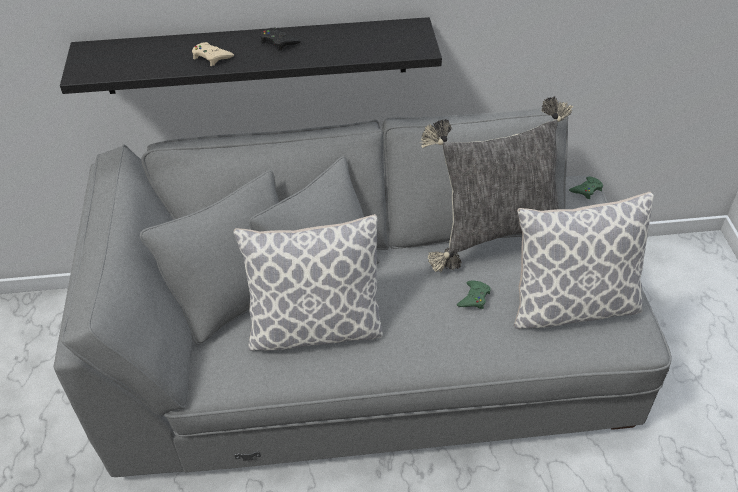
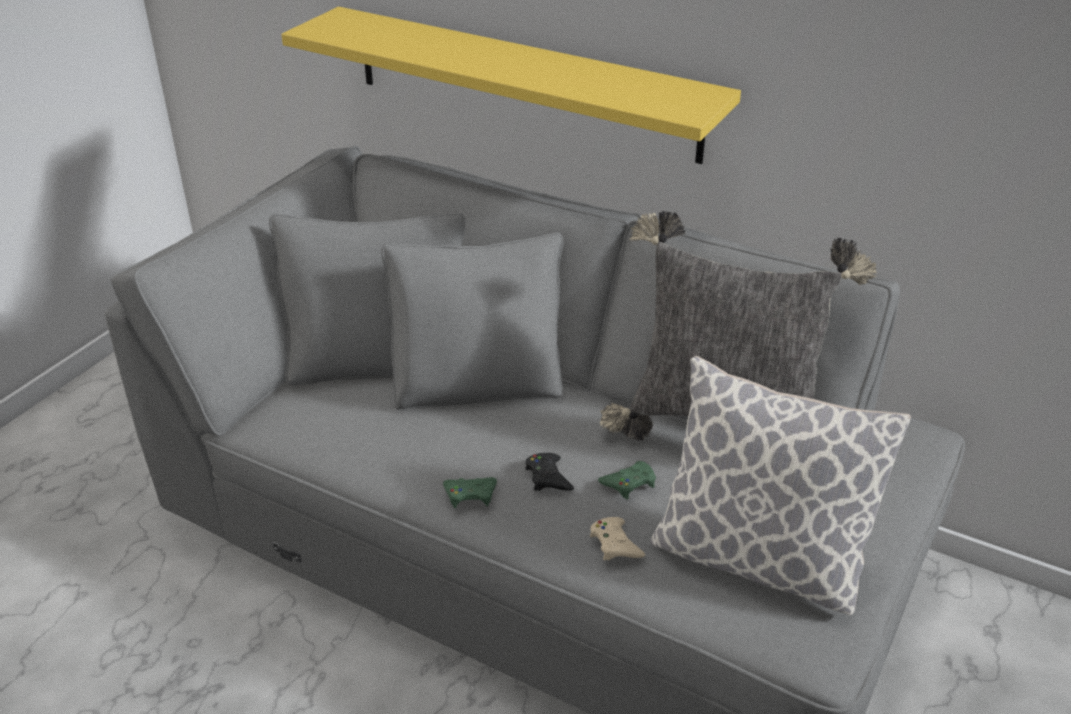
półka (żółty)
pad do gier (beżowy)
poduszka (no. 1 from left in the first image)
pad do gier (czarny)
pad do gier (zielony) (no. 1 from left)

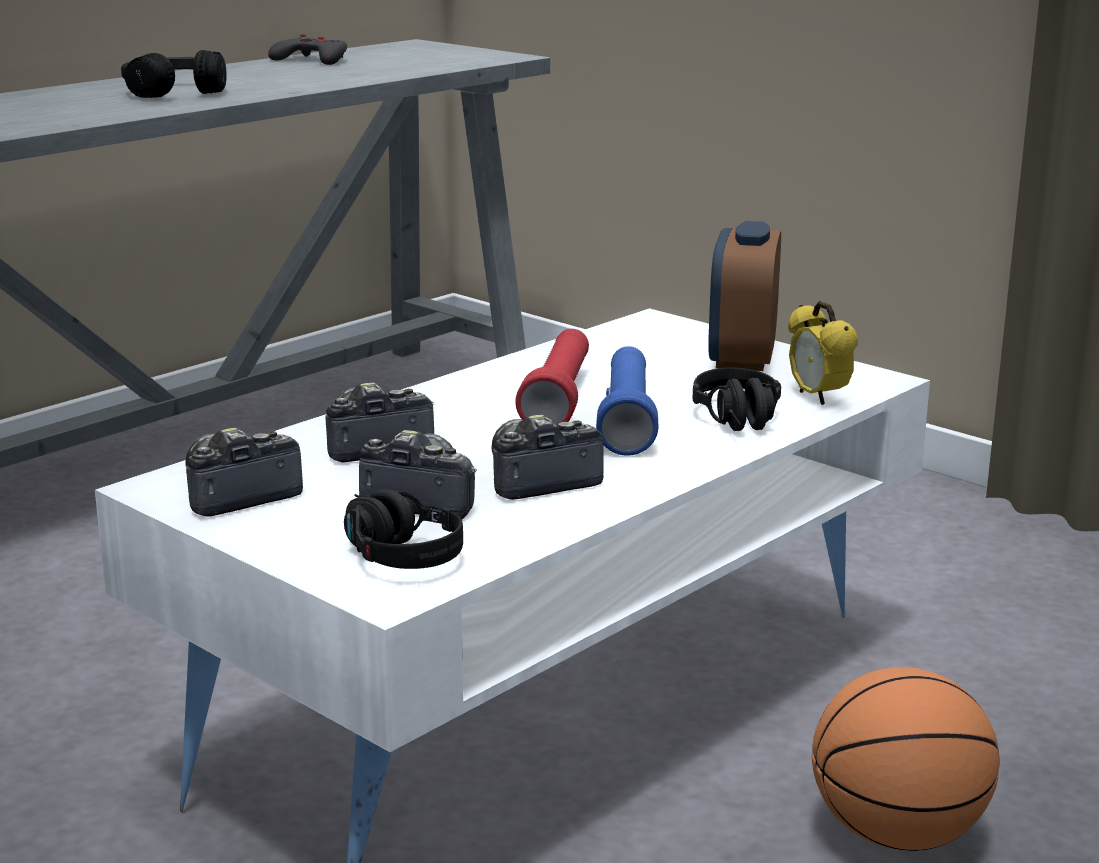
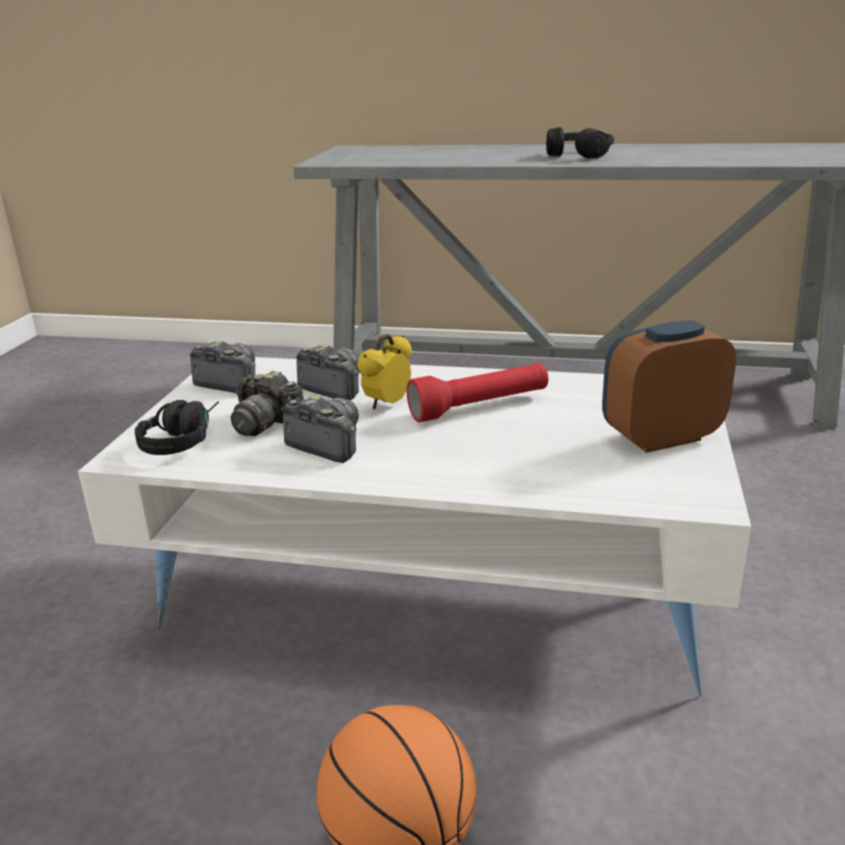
pad do gier (szary)
aparat fotograficzny (no. 2 from left)
latarka (niebieski)
słuchawki (czarny) (no. 3 from left in the first image)
budzik (no. 1 from left)

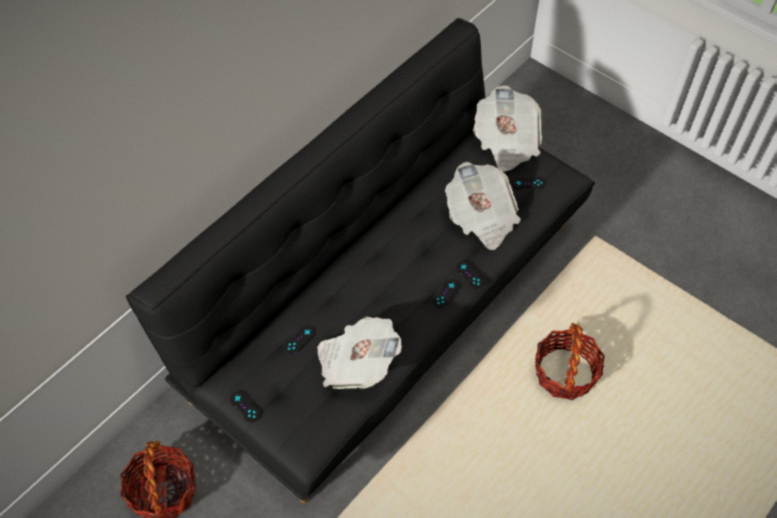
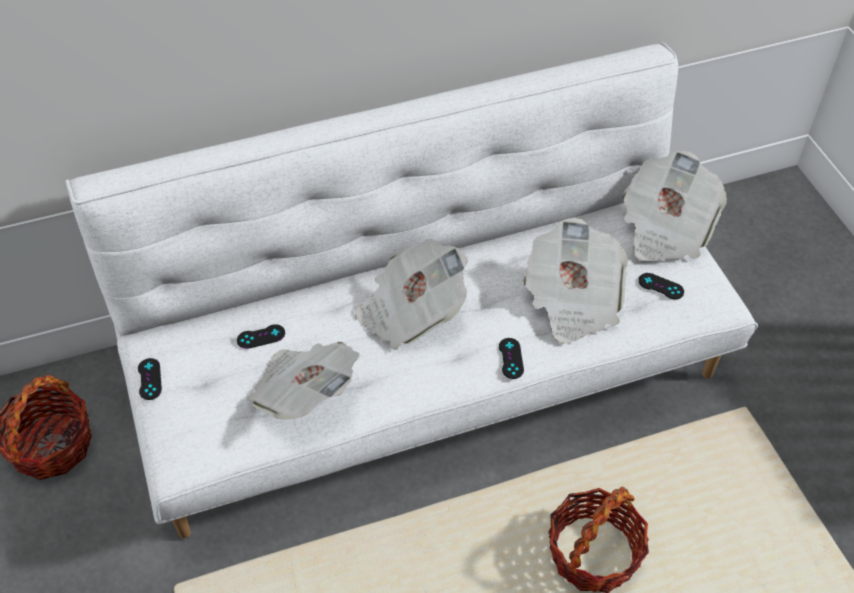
kanapa (biały)
pad do gier (czarny) (no. 3 from left in the first image)
gazeta (no. 2 from left)

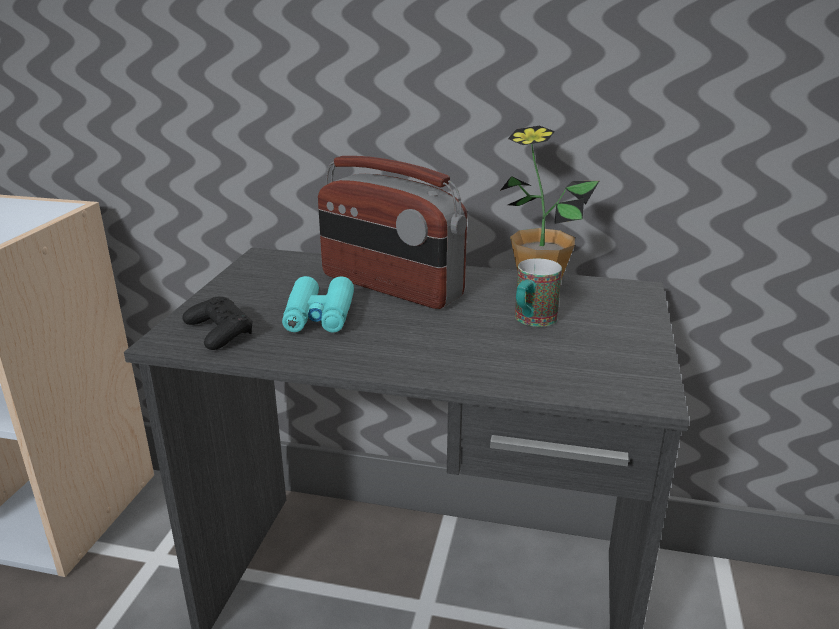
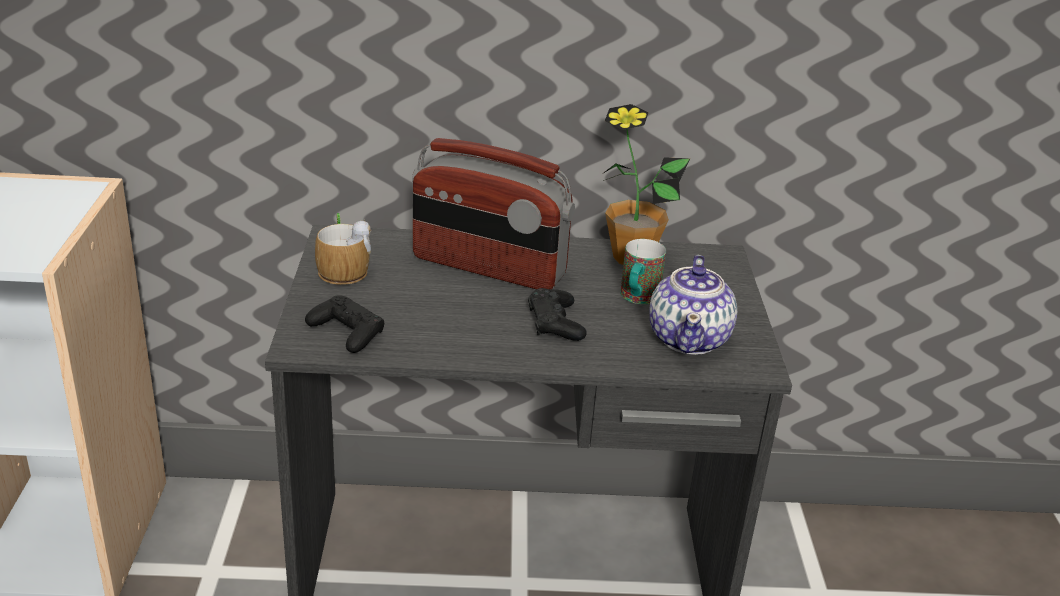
lornetka (turkusowy)
kubek (no. 1 from left)
pad do gier (czarny) (no. 2 from left)
imbryk

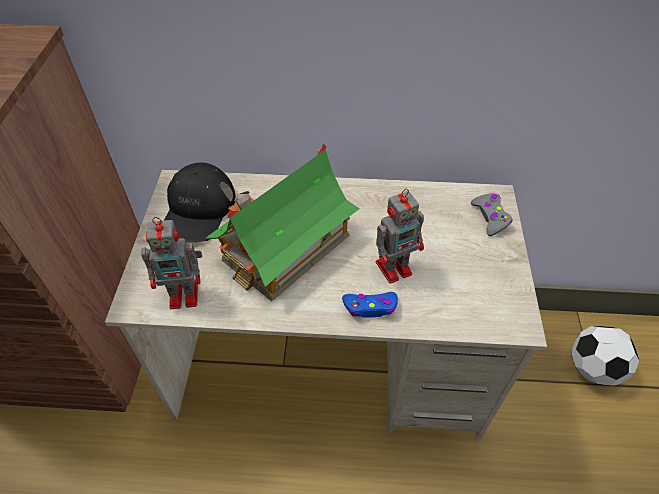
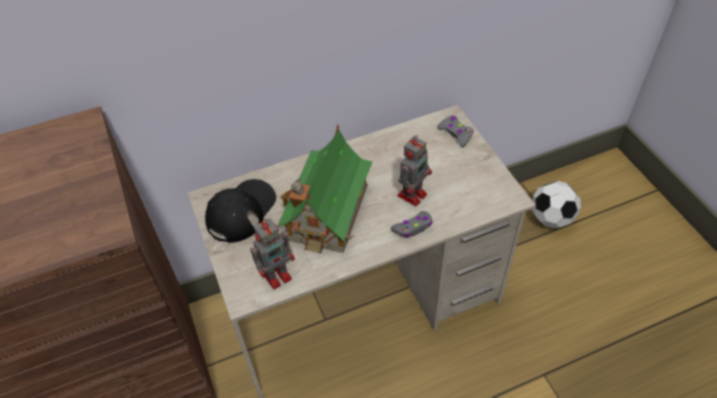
czapka z daszkiem (czarny)
pad do gier (szary) (no. 1 from left)

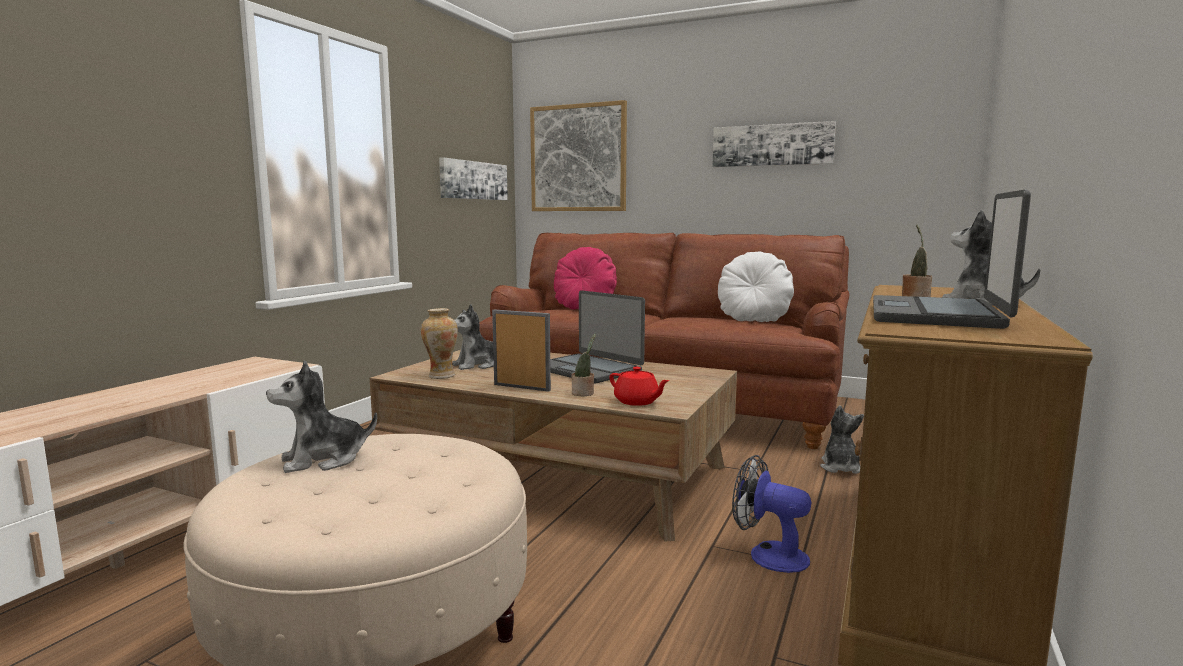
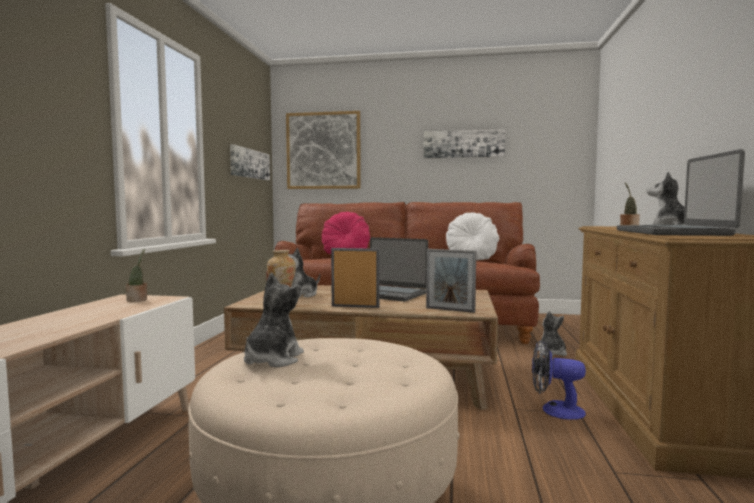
pluszak (no. 1 from left)
roślina doniczkowa (no. 1 from left)
ramka na zdjęcie (no. 2 from left)

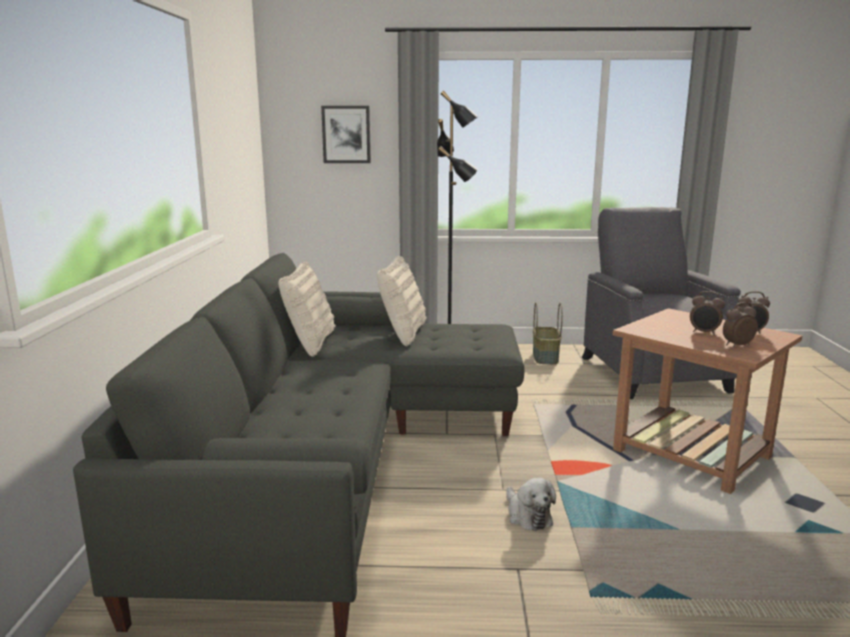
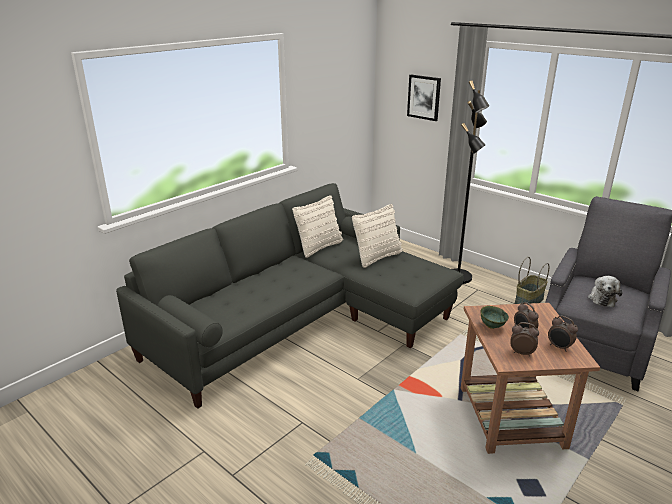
pluszak
miska (zielony)

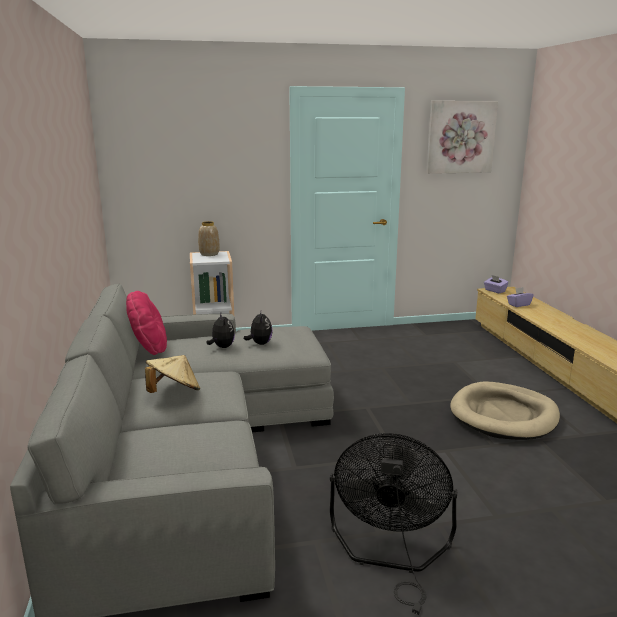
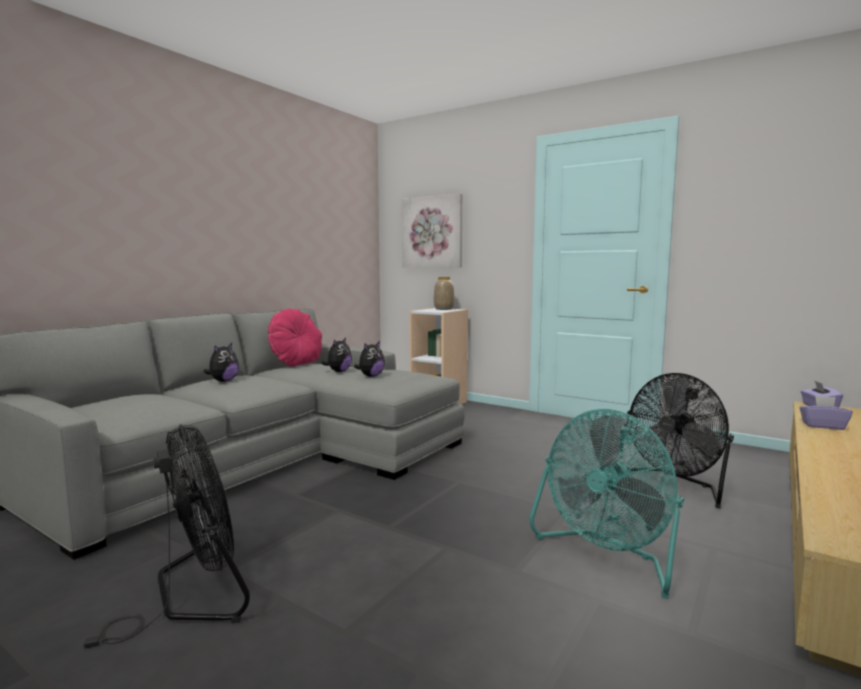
pluszak (no. 1 from left)
obraz
wentylator (turkusowy)
wentylator (czarny) (no. 2 from left)

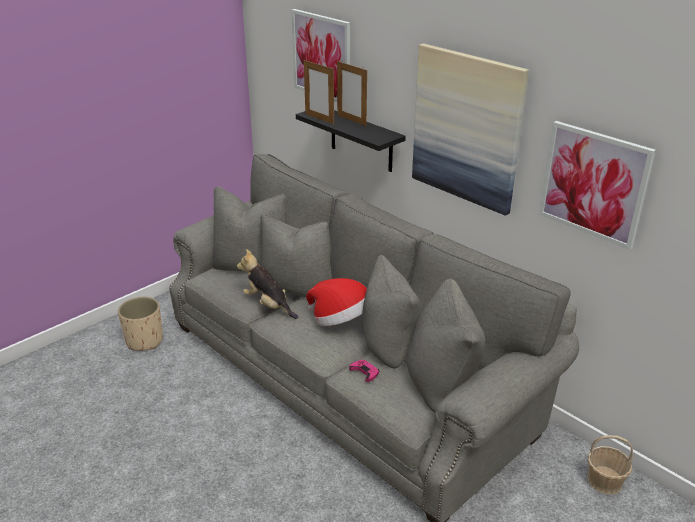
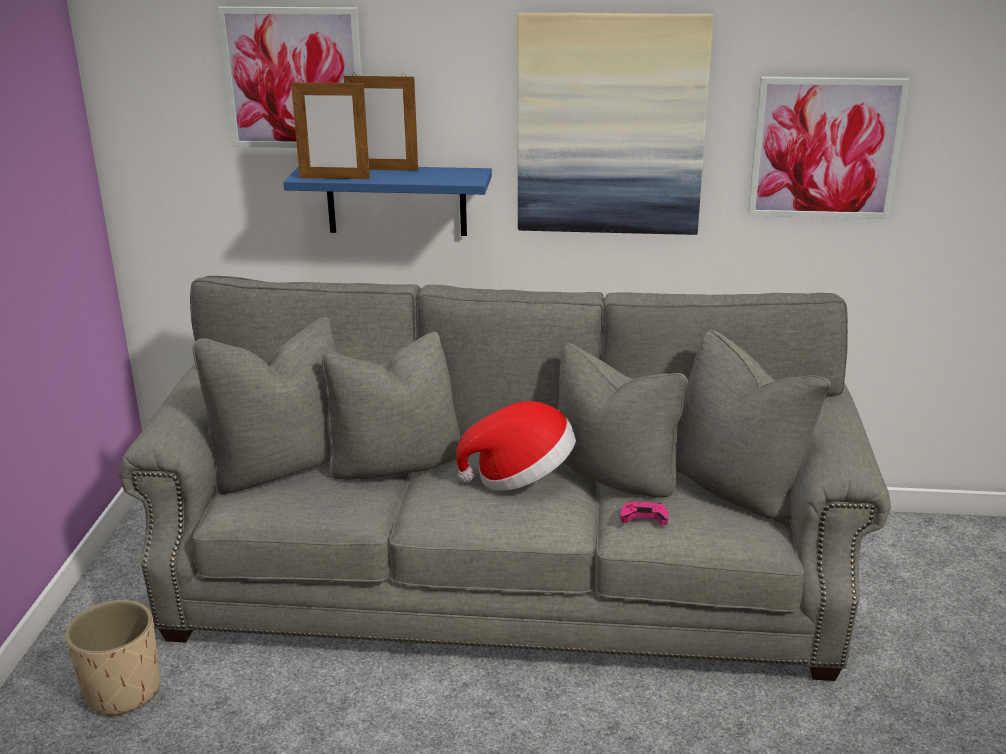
pluszak
półka (niebieski)
koszyk

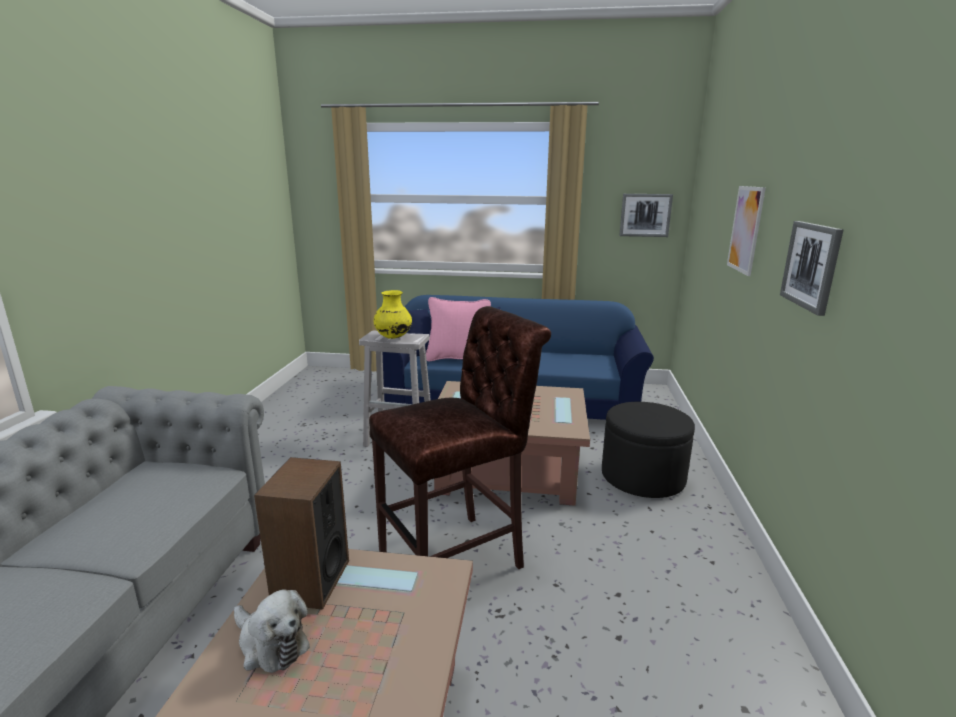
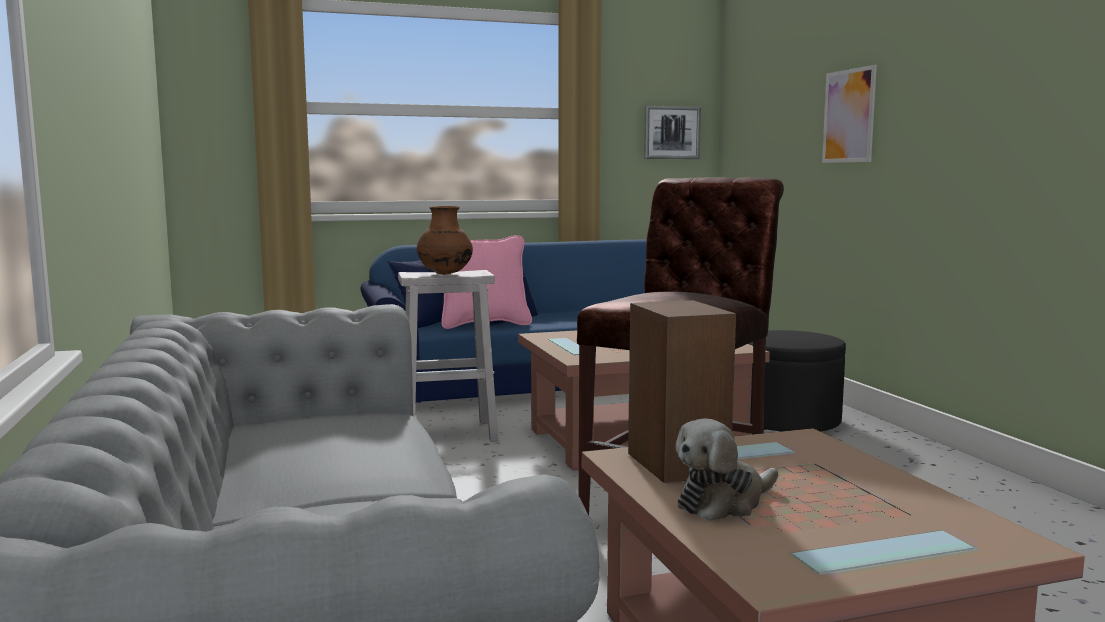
pluszak
wazon (brązowy)
obraz (no. 3 from left in the first image)

